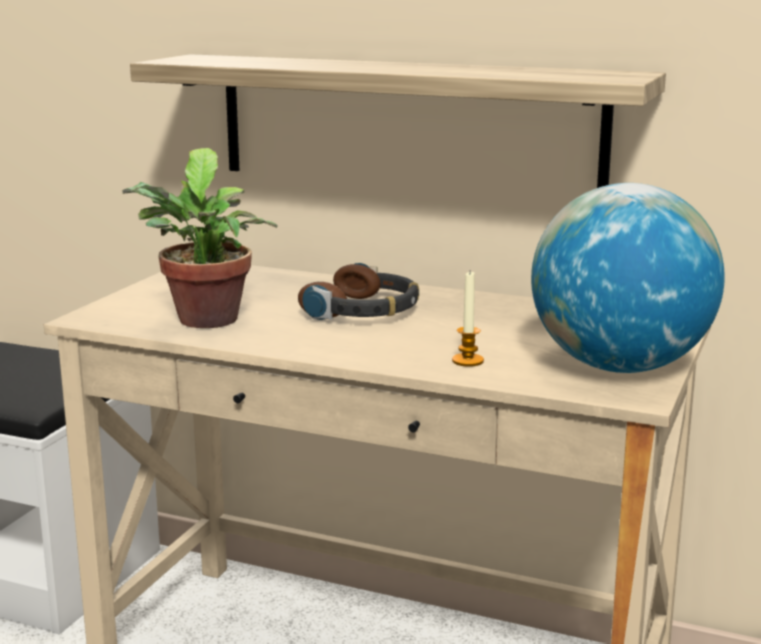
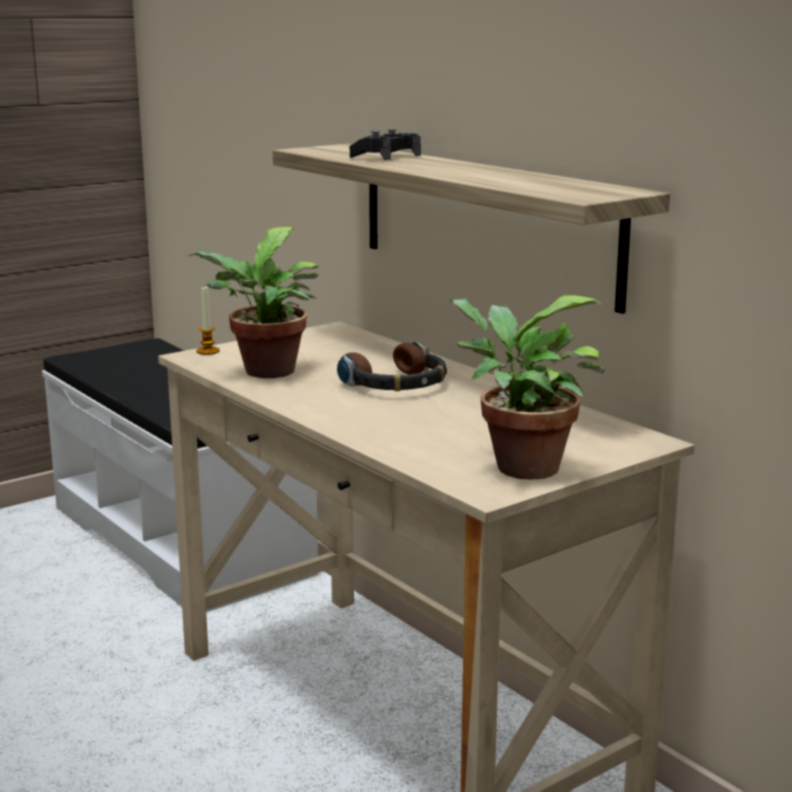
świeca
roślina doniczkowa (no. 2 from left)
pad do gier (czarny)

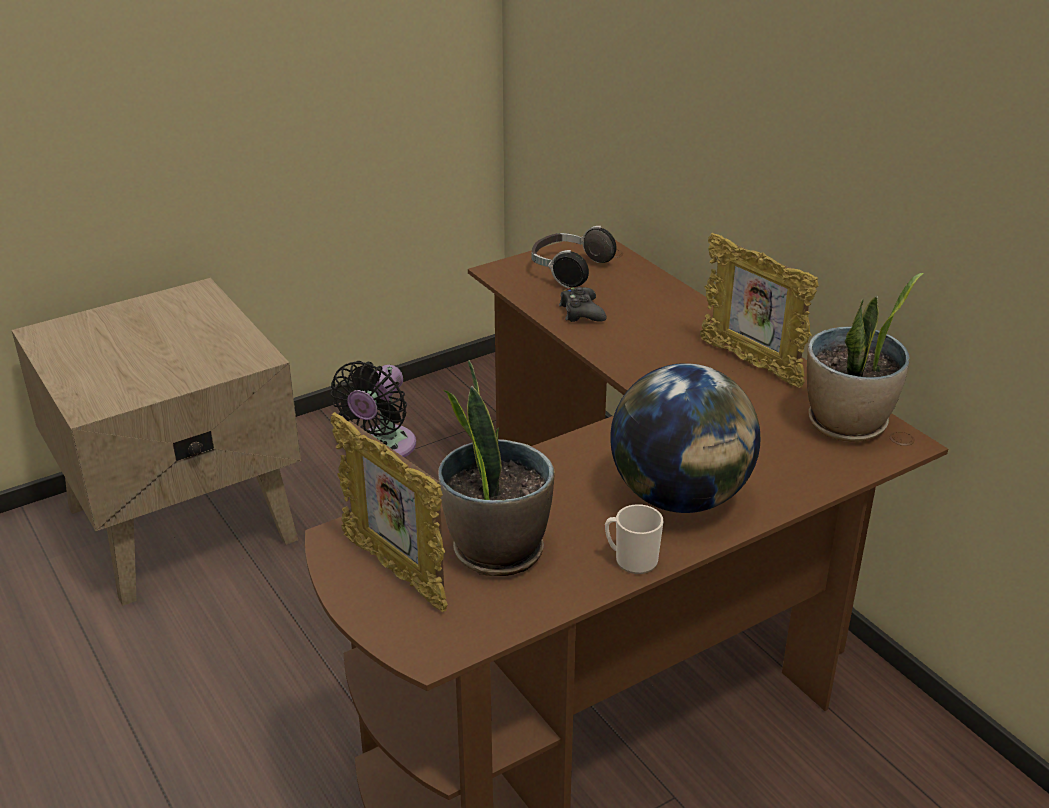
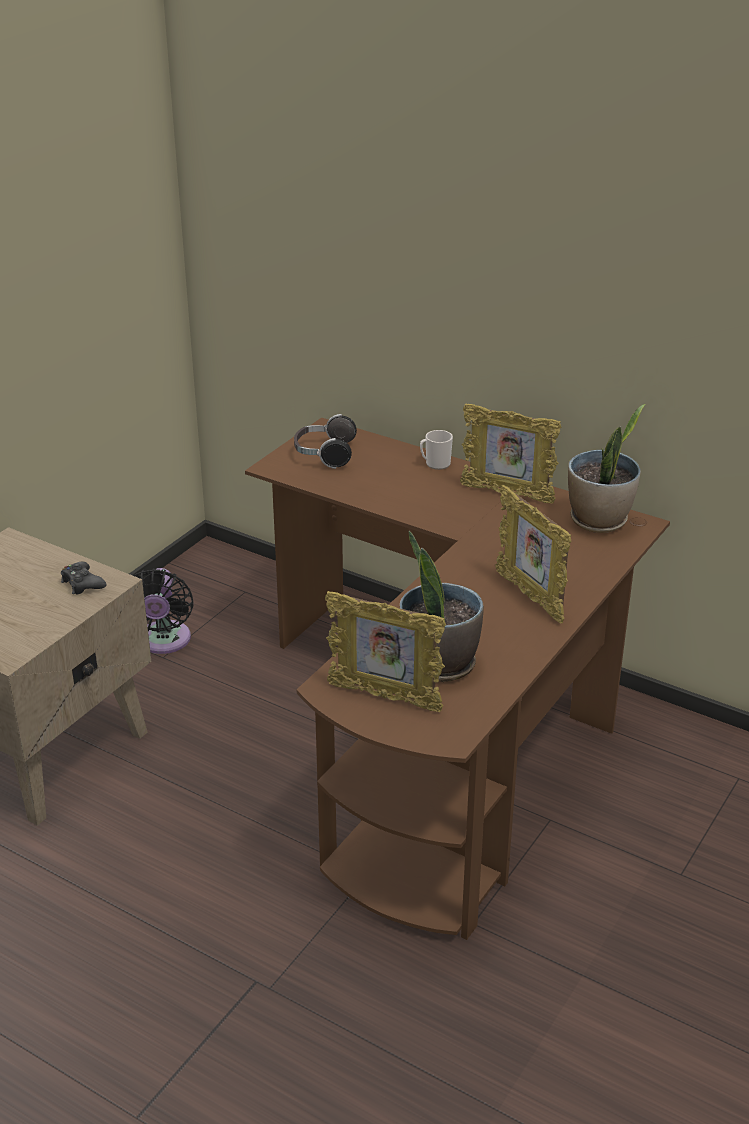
pad do gier (czarny)
kubek
ramka na zdjęcie (no. 3 from left)

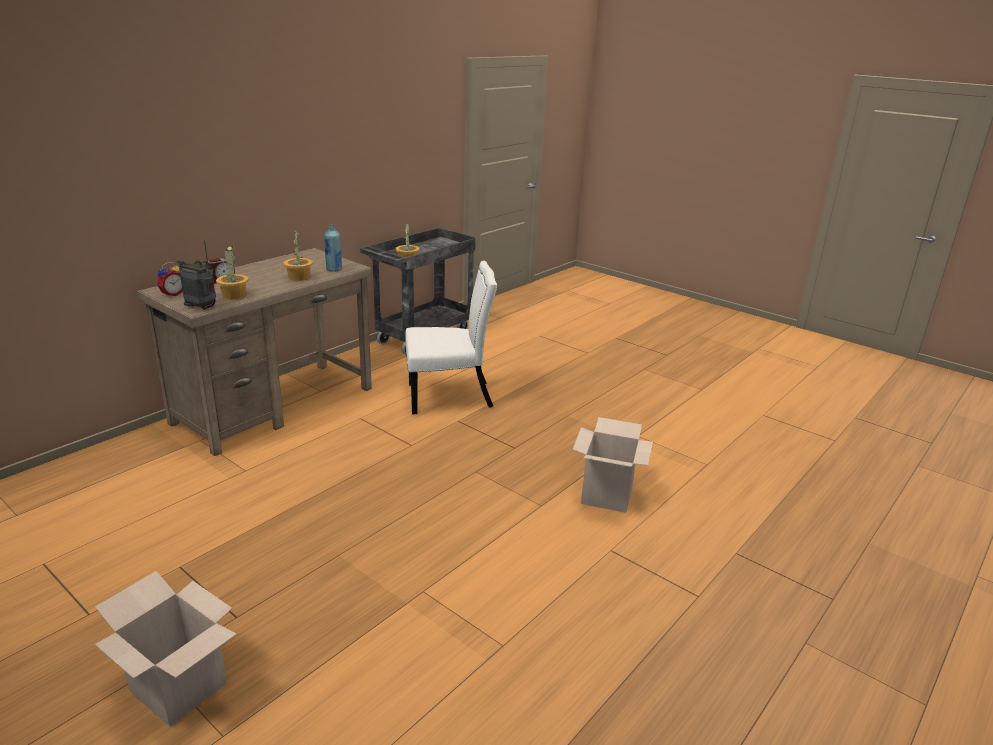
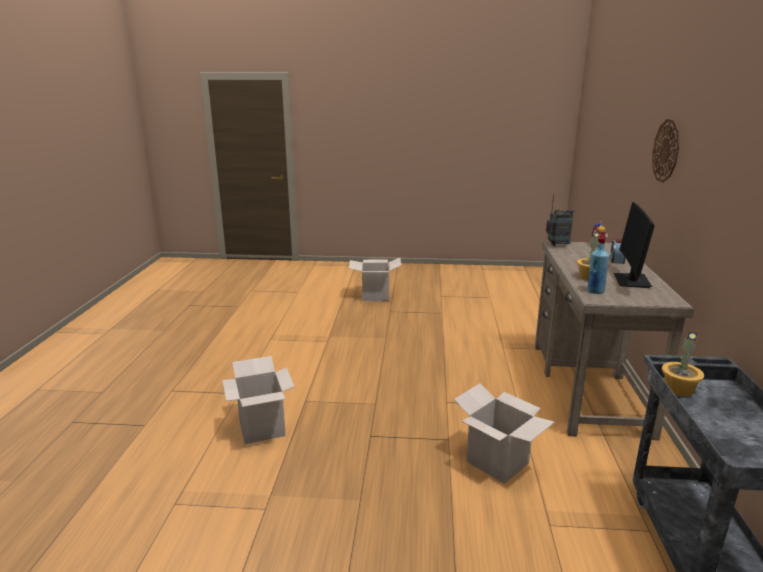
roślina doniczkowa (no. 1 from left in the first image)
karton (no. 3 from left)
monitor
zegar ścienny

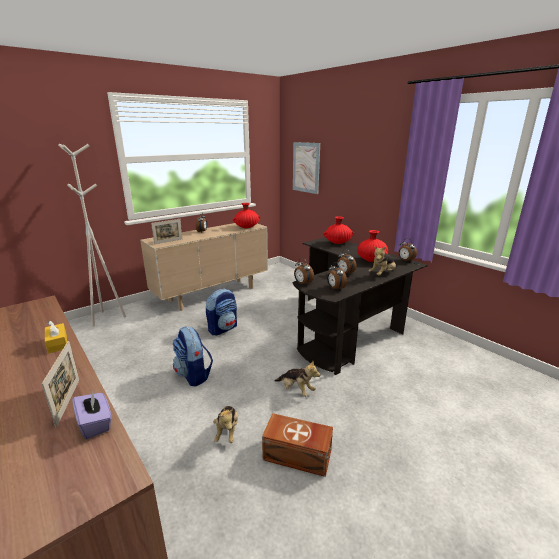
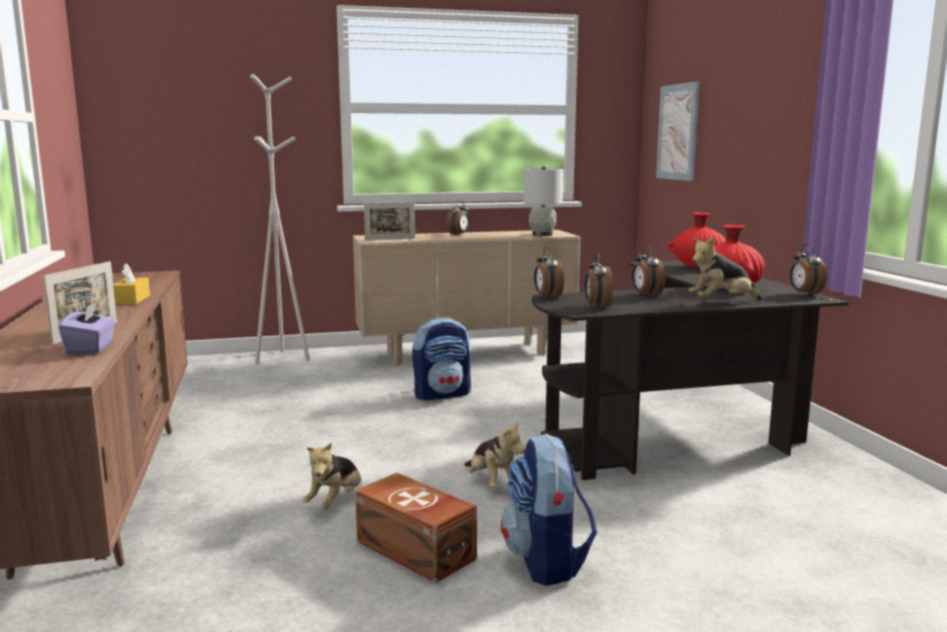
plecak (no. 2 from left)
lampa stołowa (biały)

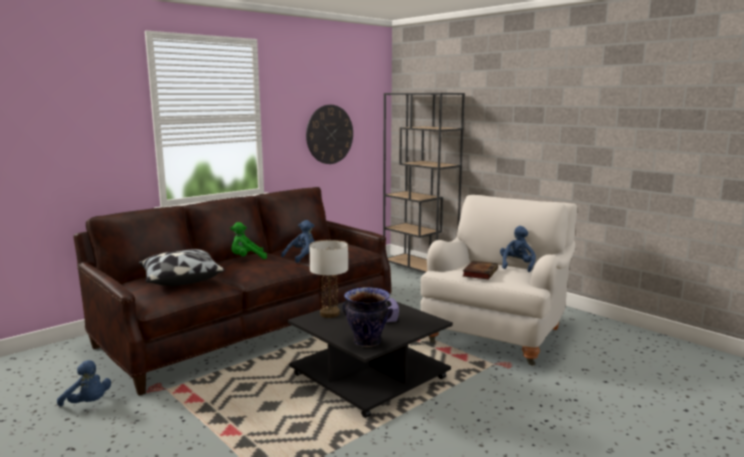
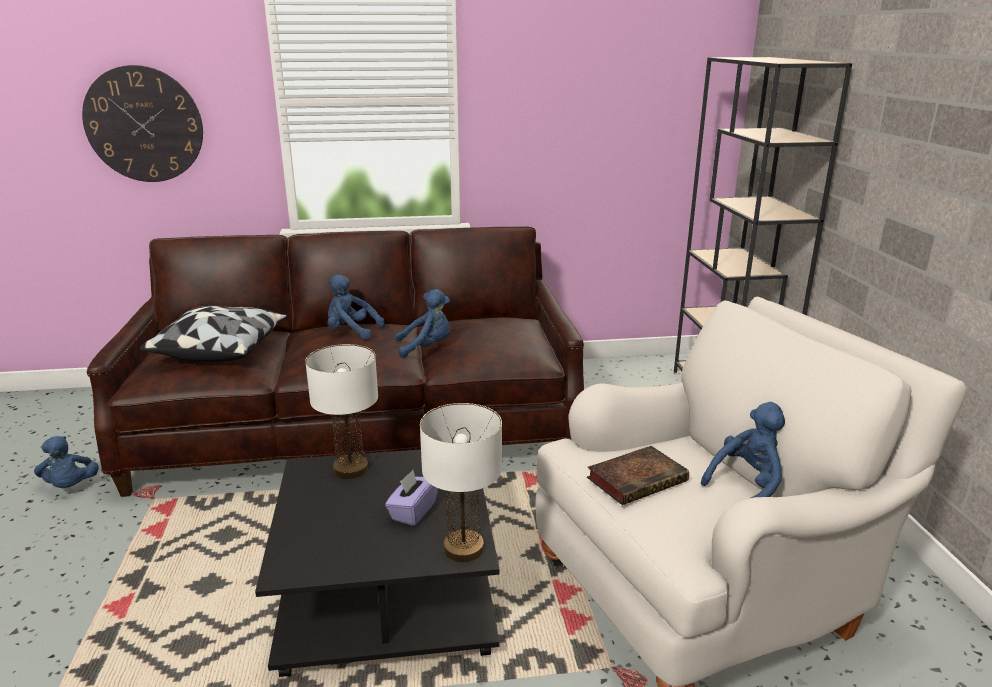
pluszak (niebieski) (no. 2 from left)
zegar ścienny
wazon
lampa stołowa (no. 2 from left)

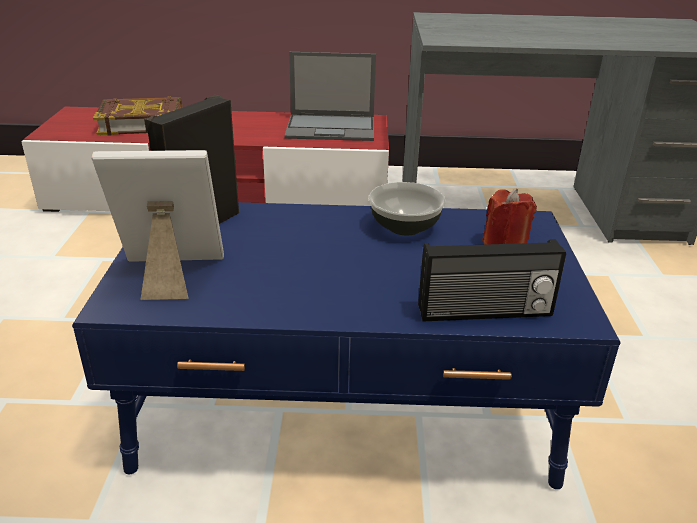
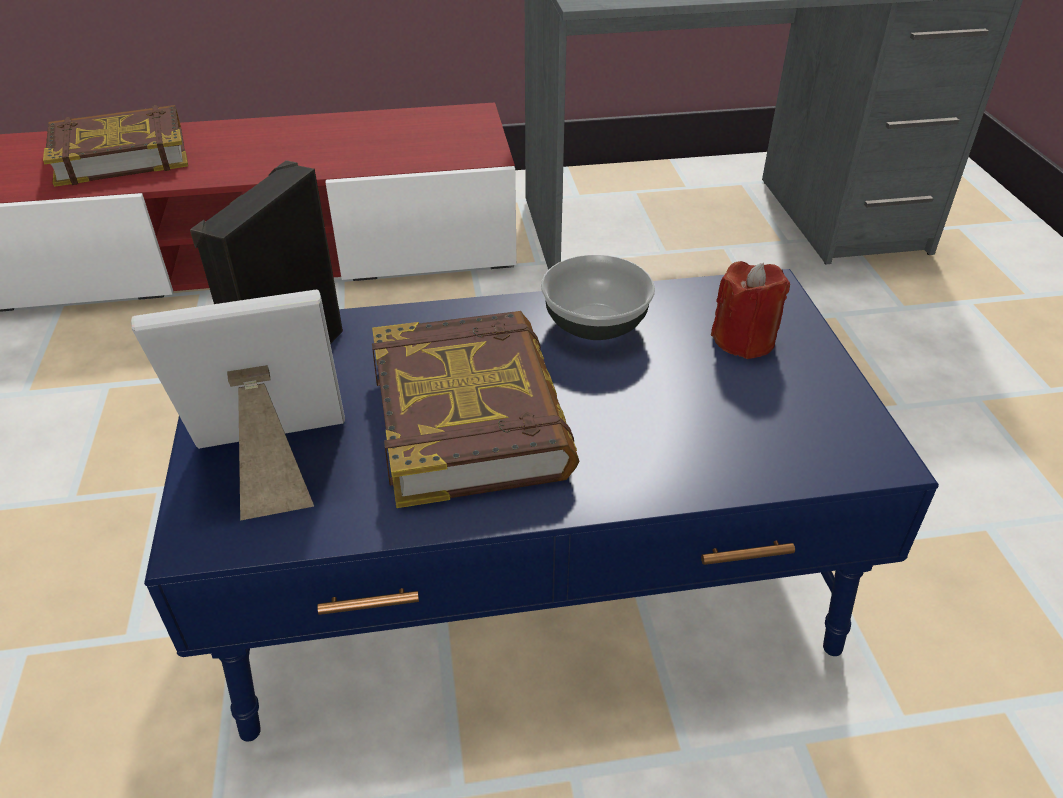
laptop
radio
książka (no. 2 from left)

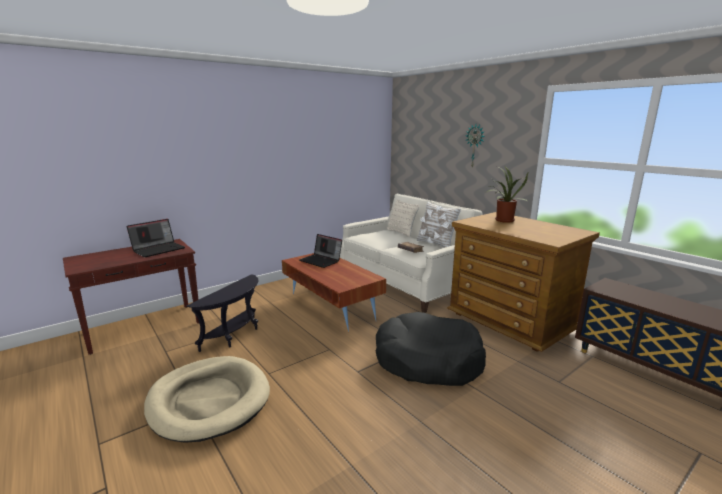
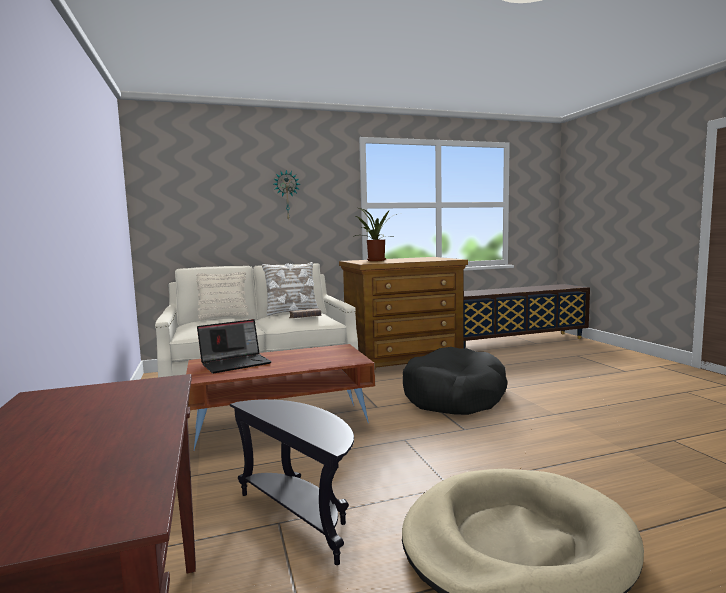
laptop (no. 1 from left in the first image)

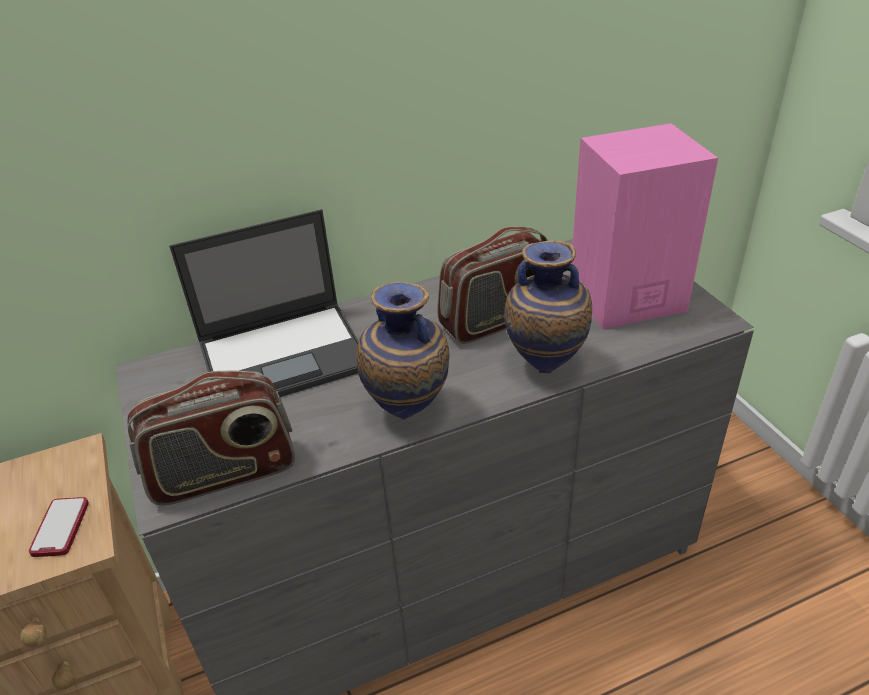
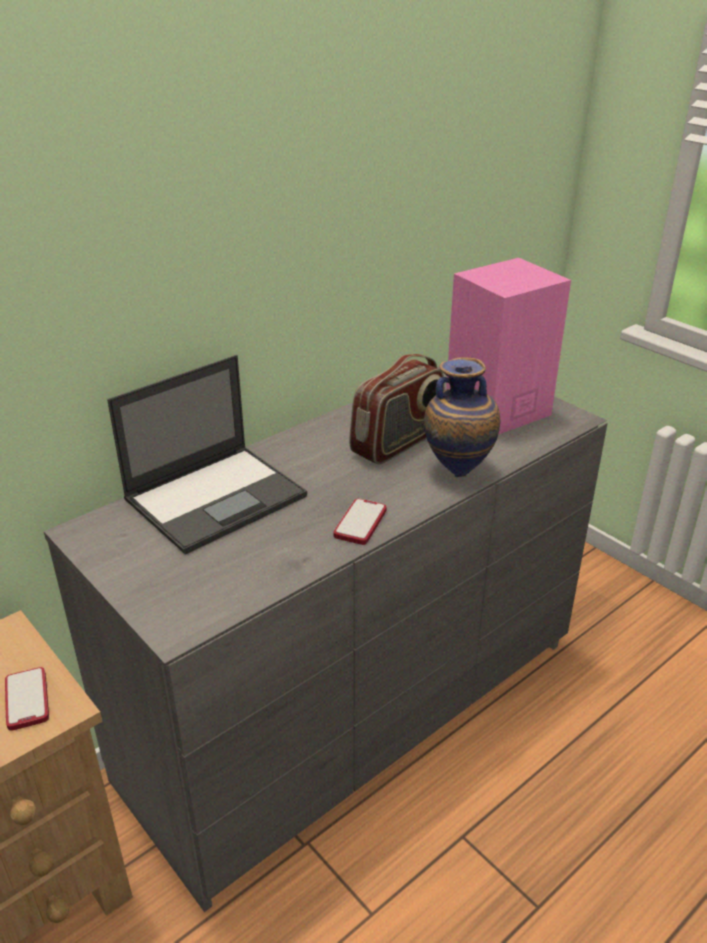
radio (no. 1 from left in the first image)
telefon (no. 2 from left)

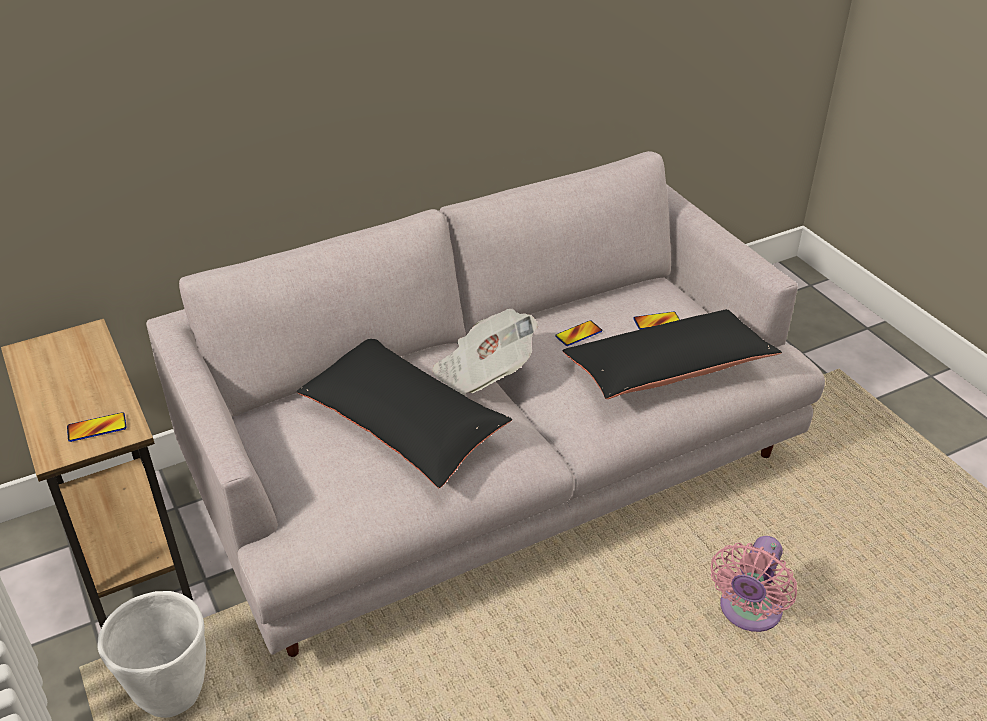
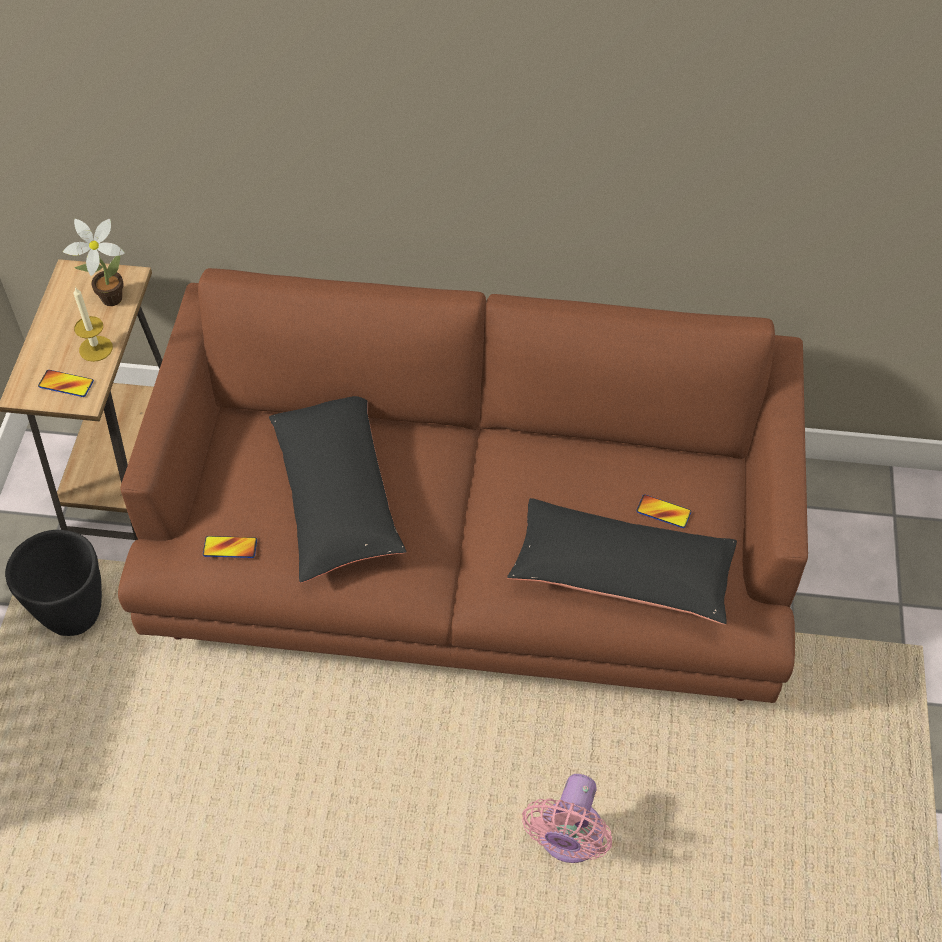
donica (czarny)
kanapa (brązowy)
gazeta
telefon (no. 2 from left)
wentylator (różowy)
roślina doniczkowa
świeca

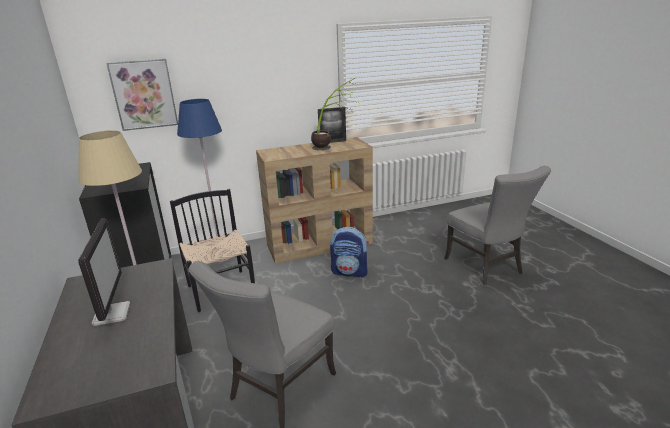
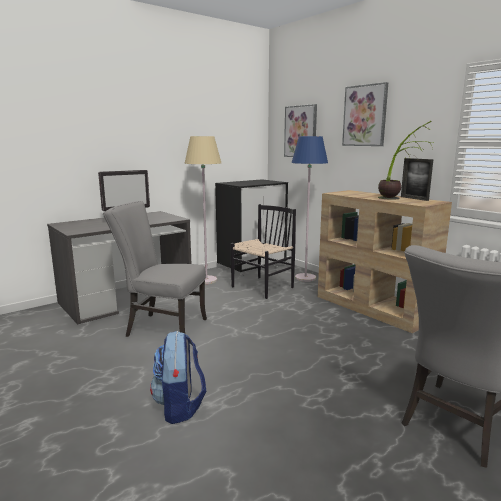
plecak
obraz (no. 2 from left)

